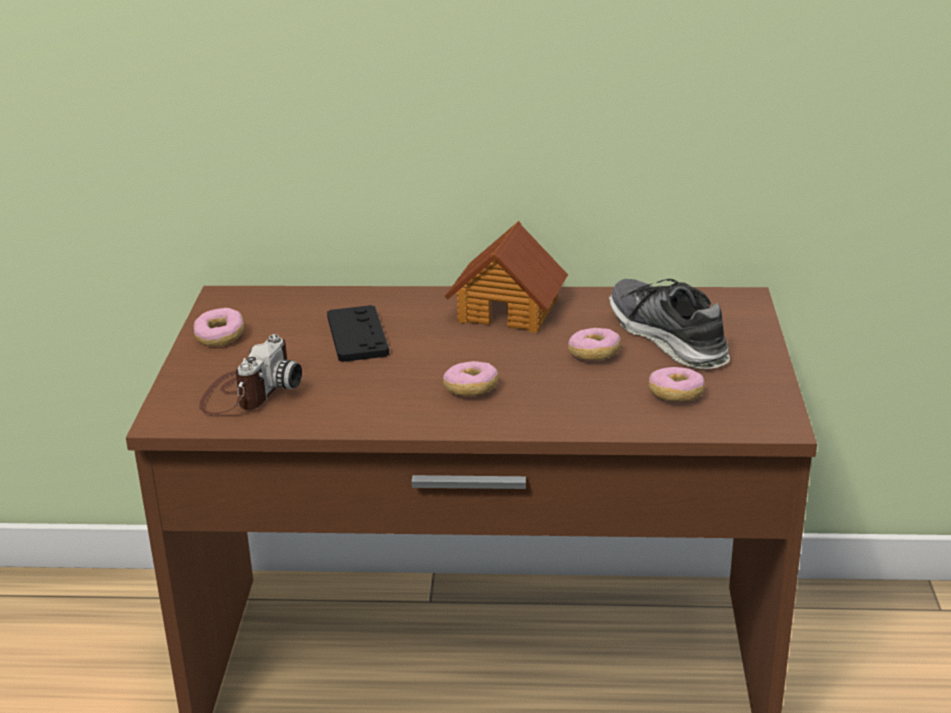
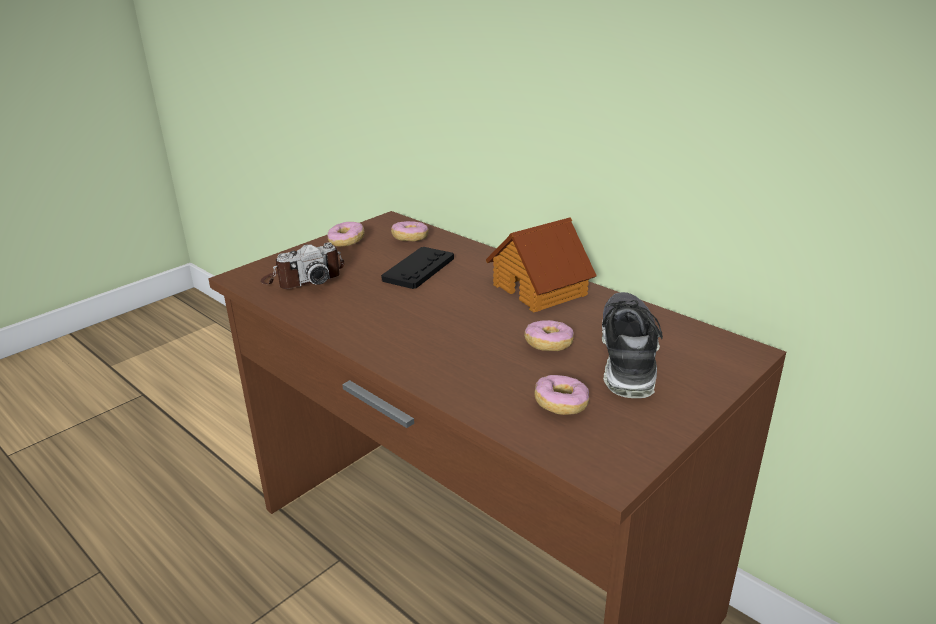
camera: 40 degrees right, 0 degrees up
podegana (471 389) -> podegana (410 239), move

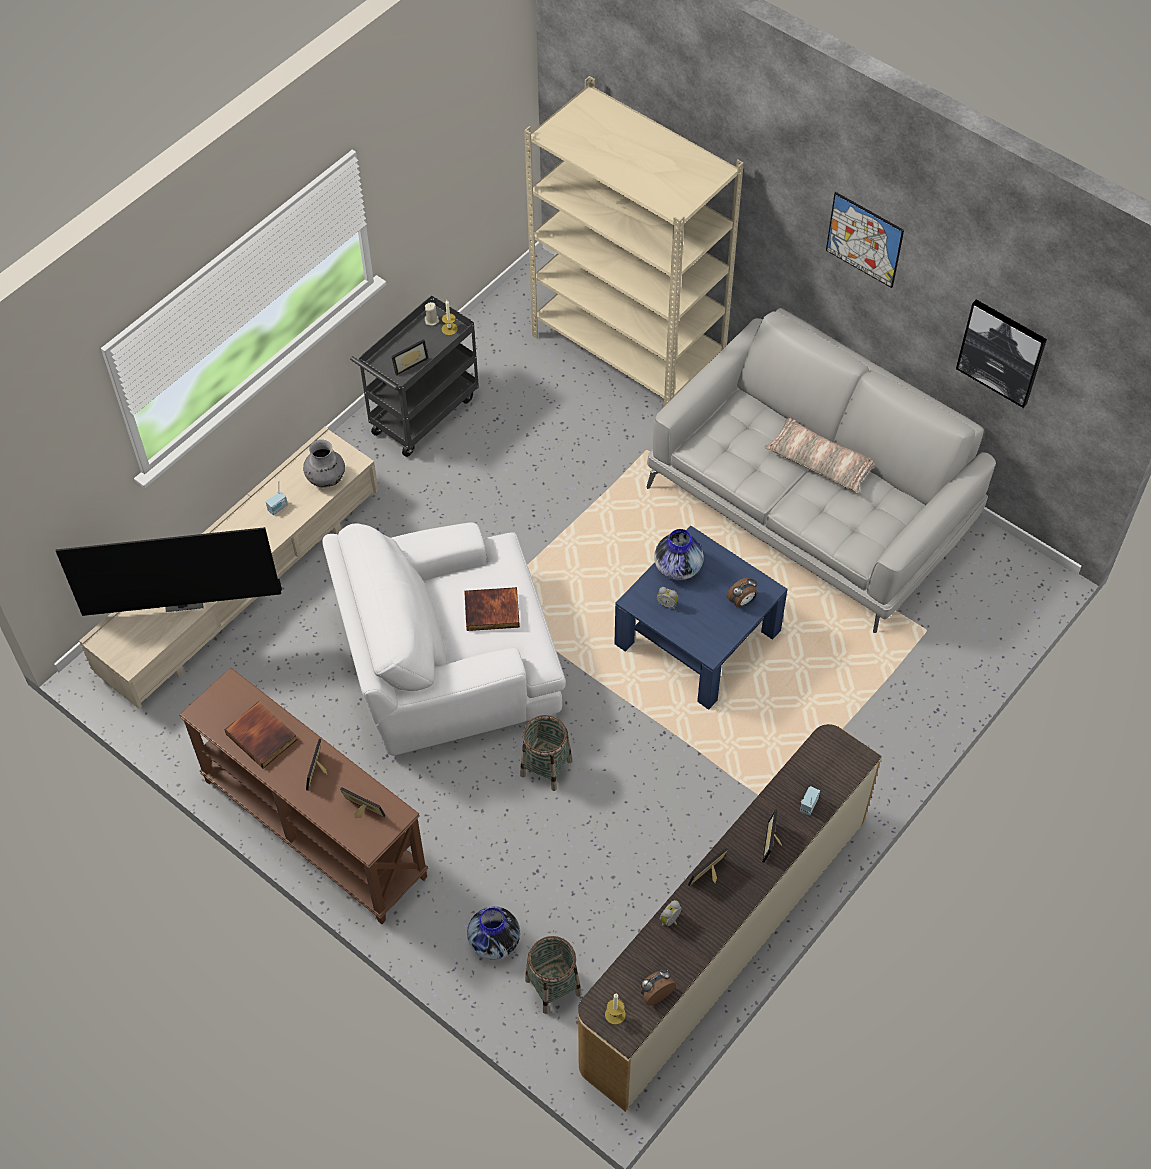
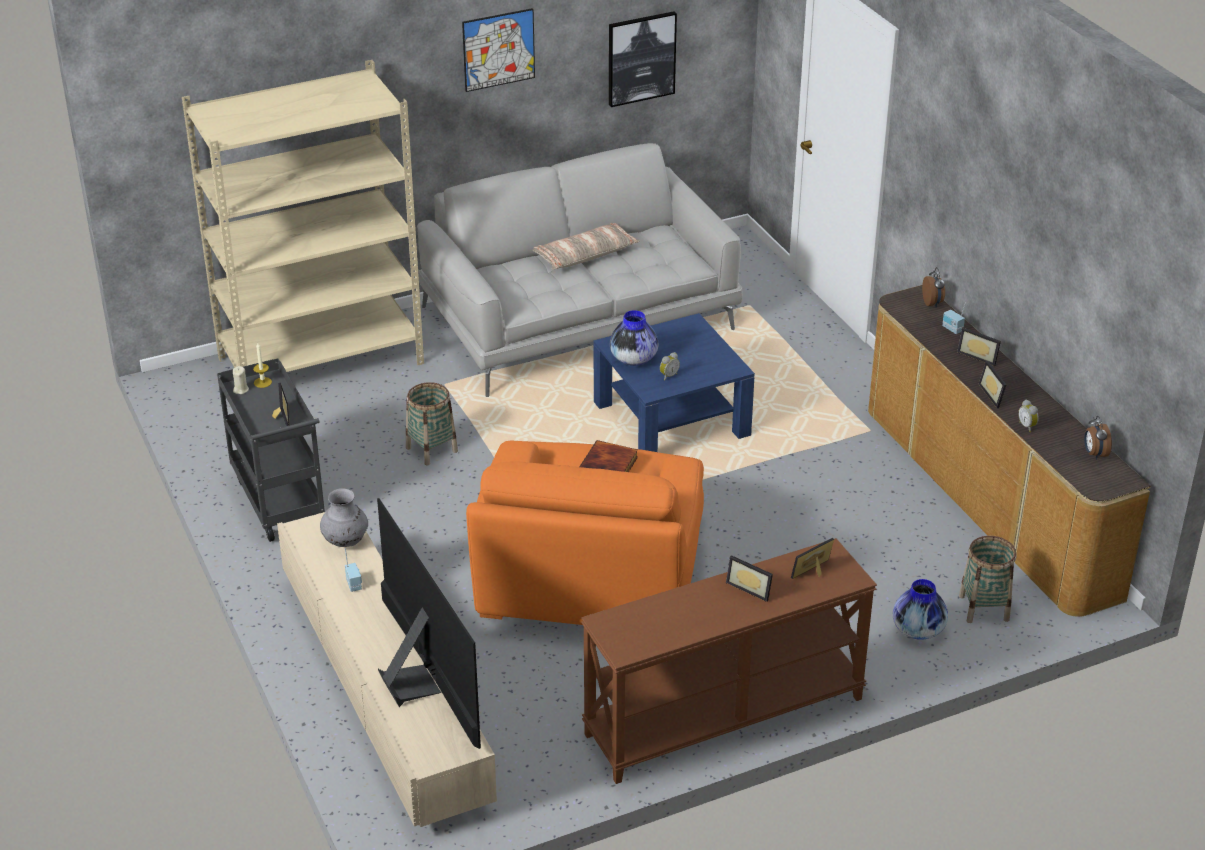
camera: 65 degrees left, 20 degrees down
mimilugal (184 599) -> mimilugal (418 683), 45 degrees counterclockwise
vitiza (263 736) -> none
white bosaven (448 663) -> orange bosaven (591 572)
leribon (546 768) -> leribon (431 449), move
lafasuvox (615 1014) -> none
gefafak (742 602) -> gefafak (932 303), move

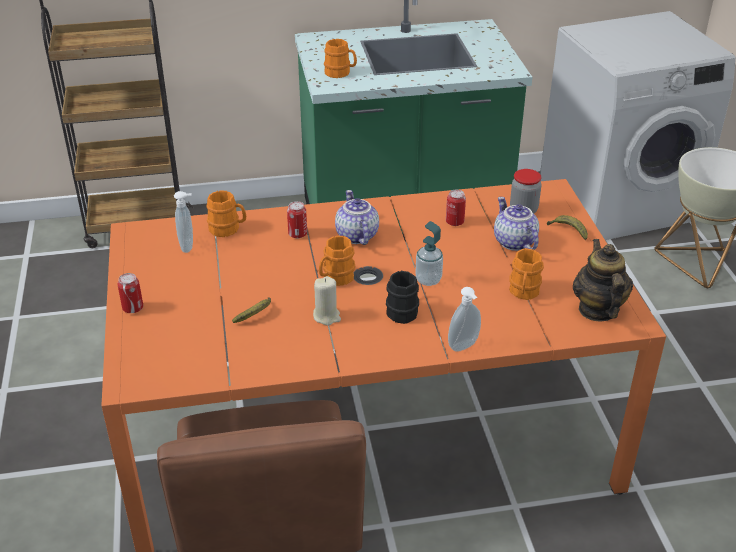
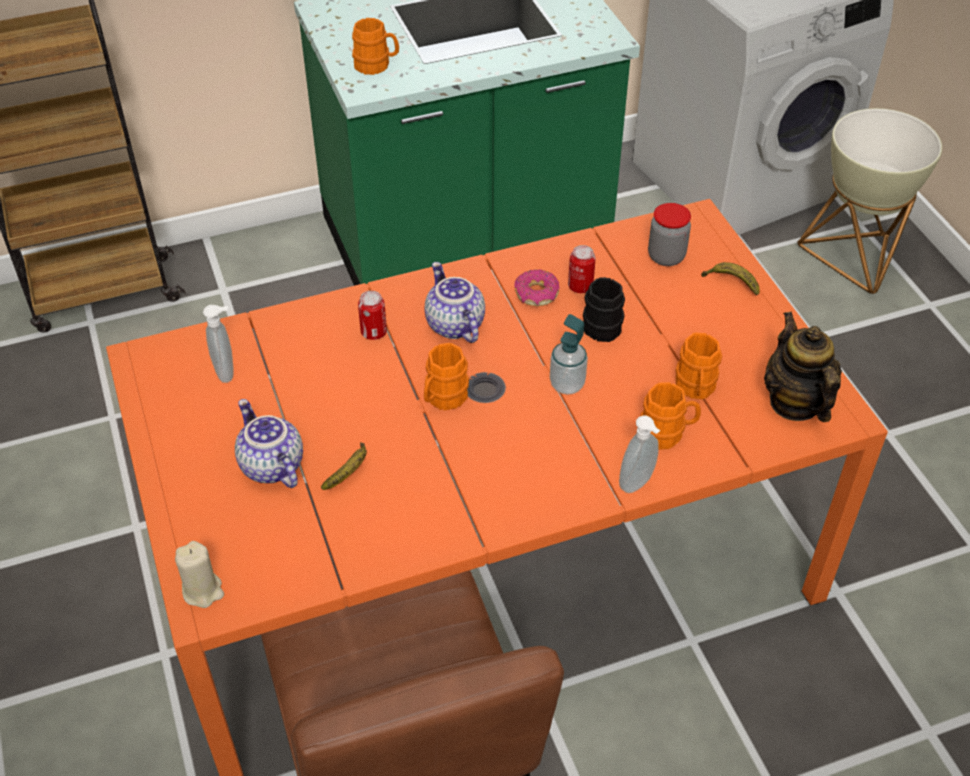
camera: 10 degrees left, 10 degrees up
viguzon (133 308) -> none
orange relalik (228 229) -> orange relalik (667 433), move
beige lafasuvox (327 316) -> beige lafasuvox (203 590), move
black relalik (403 310) -> black relalik (602 323), move
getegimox (513 242) -> getegimox (270 466), move
none -> podegana (536 294)

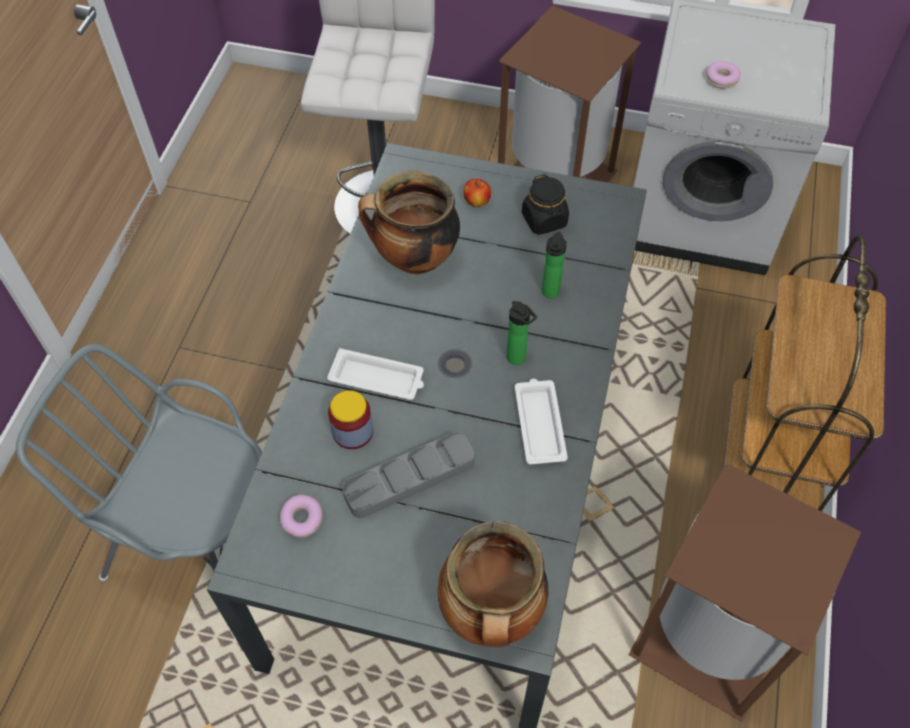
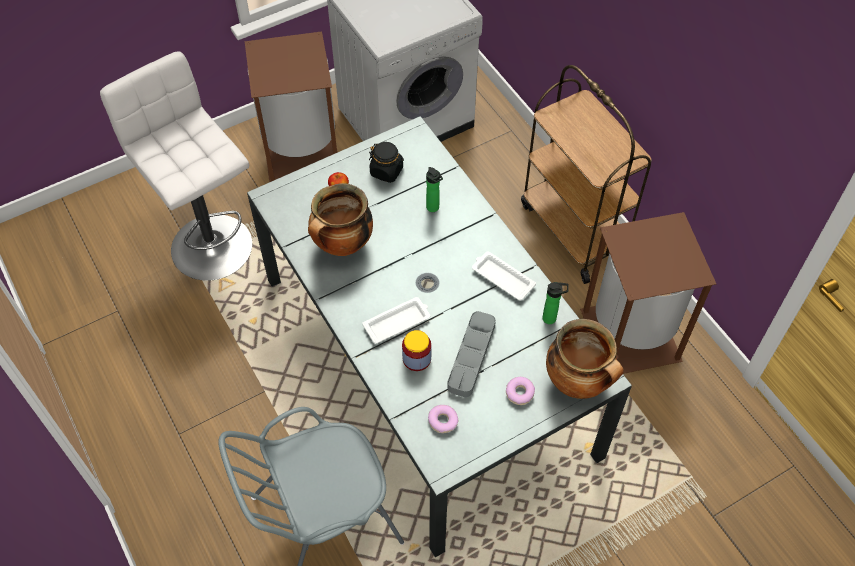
camera: 45 degrees left, 0 degrees up
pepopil (518 359) -> pepopil (551 318), move
podegana (721 79) -> podegana (519 393), move

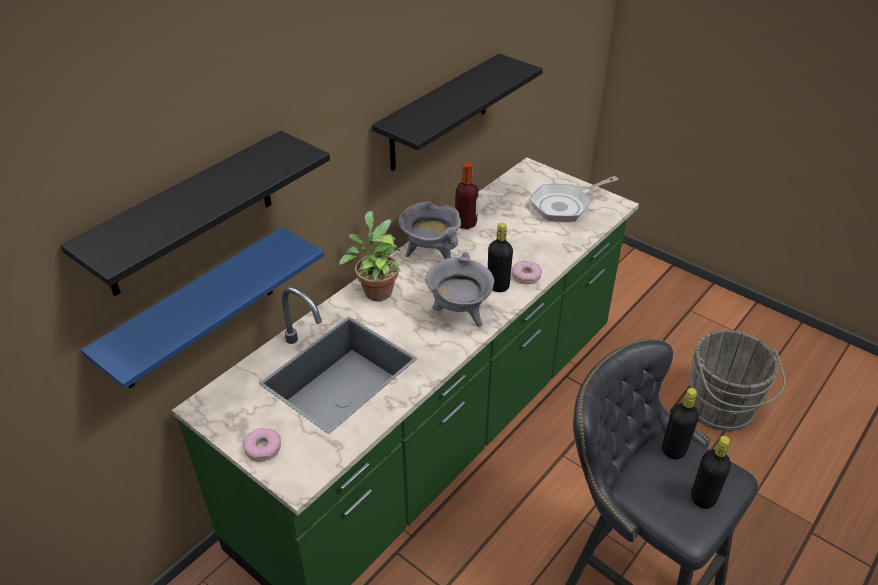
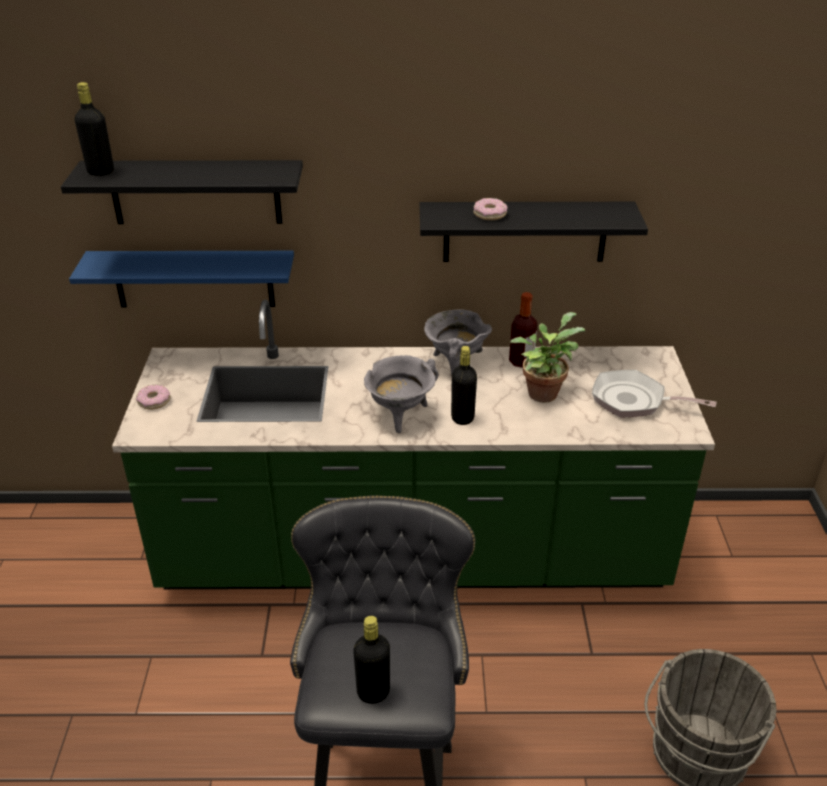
camera: 50 degrees right, 5 degrees down
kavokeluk (376 290) -> kavokeluk (543 391), move
podegana (526 276) -> podegana (490 214), move
black pepopil (673 450) -> black pepopil (101 172), move

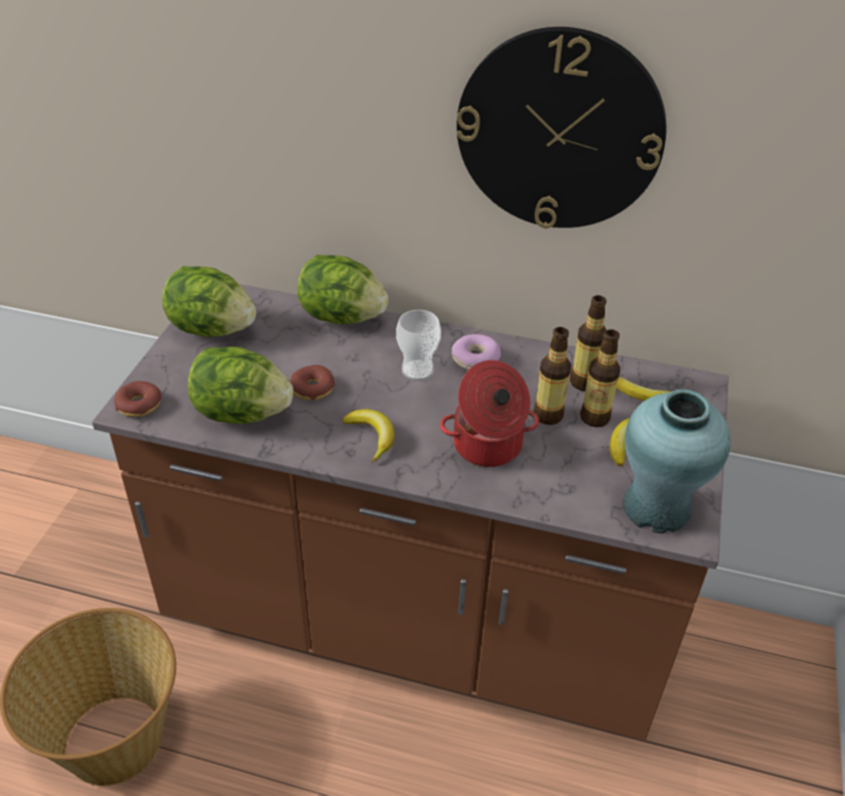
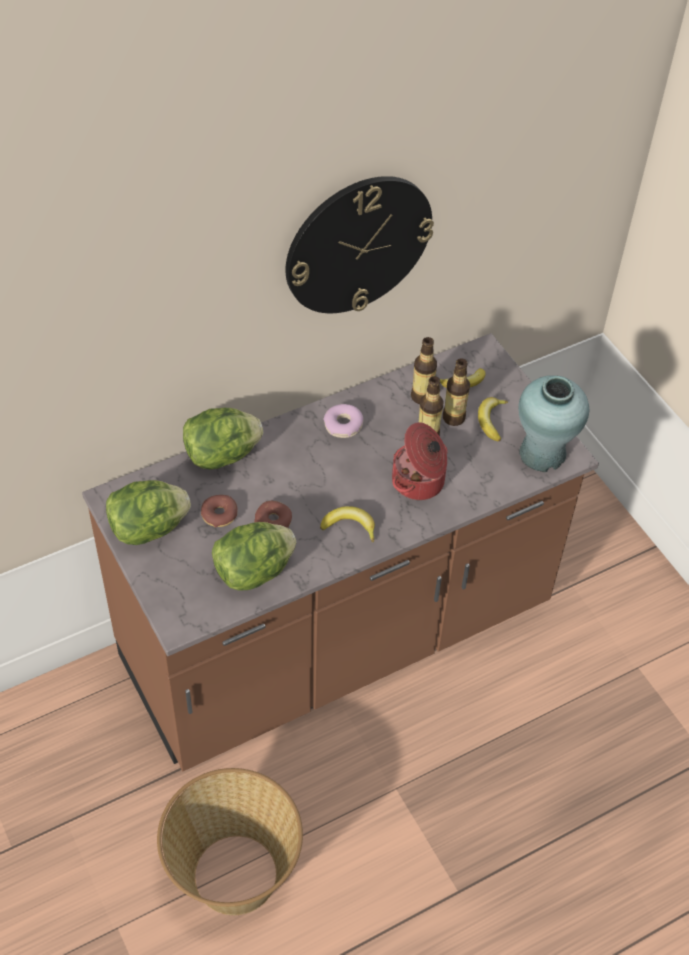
camera: 45 degrees left, 10 degrees up
podegana (139 405) -> podegana (219 515), move
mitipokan (417 370) -> none

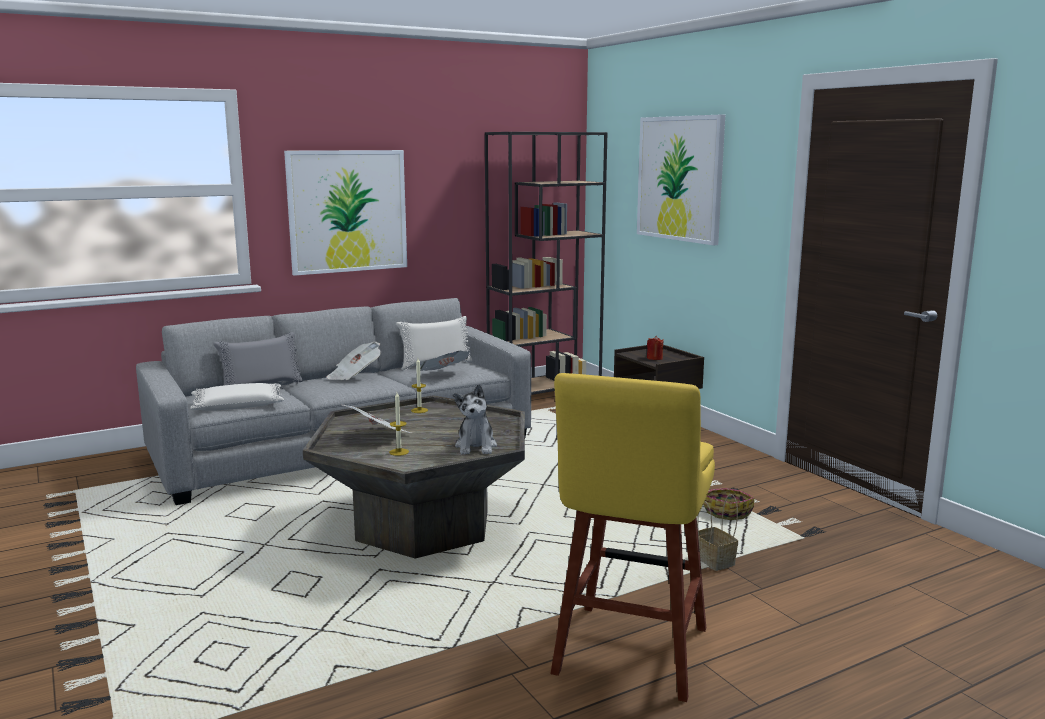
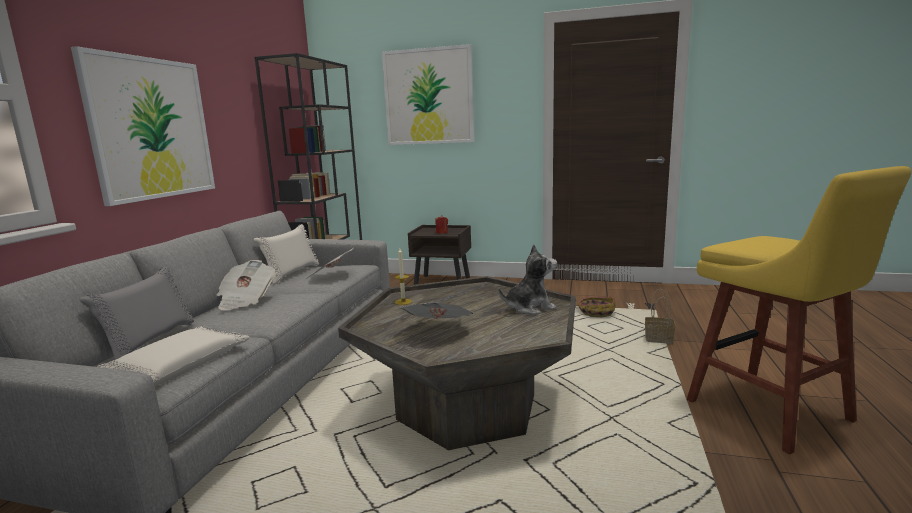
camera: 45 degrees left, 0 degrees up
lafasuvox (399 452) -> none
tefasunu (476 446) -> tefasunu (529 308), 60 degrees counterclockwise

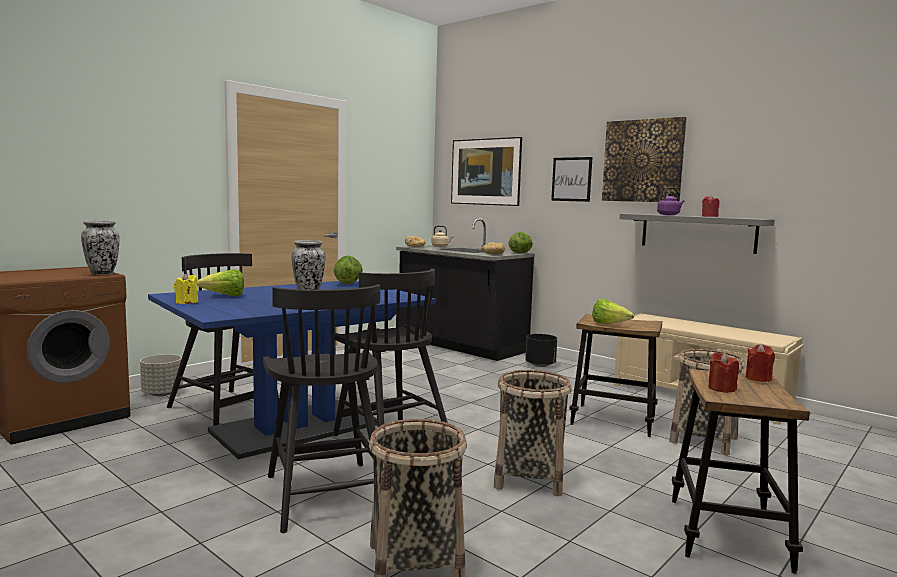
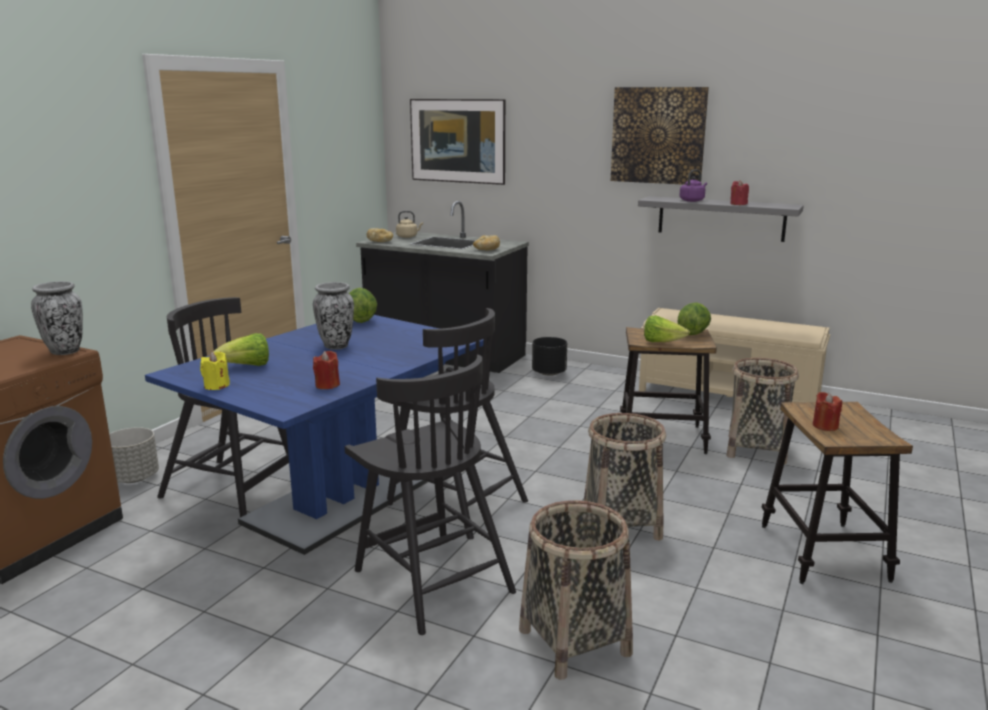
camera: 15 degrees left, 10 degrees up
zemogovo (521 253) -> zemogovo (693 333), move
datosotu (571 179) -> none
red lafasuvox (758 378) -> red lafasuvox (327 385), move

